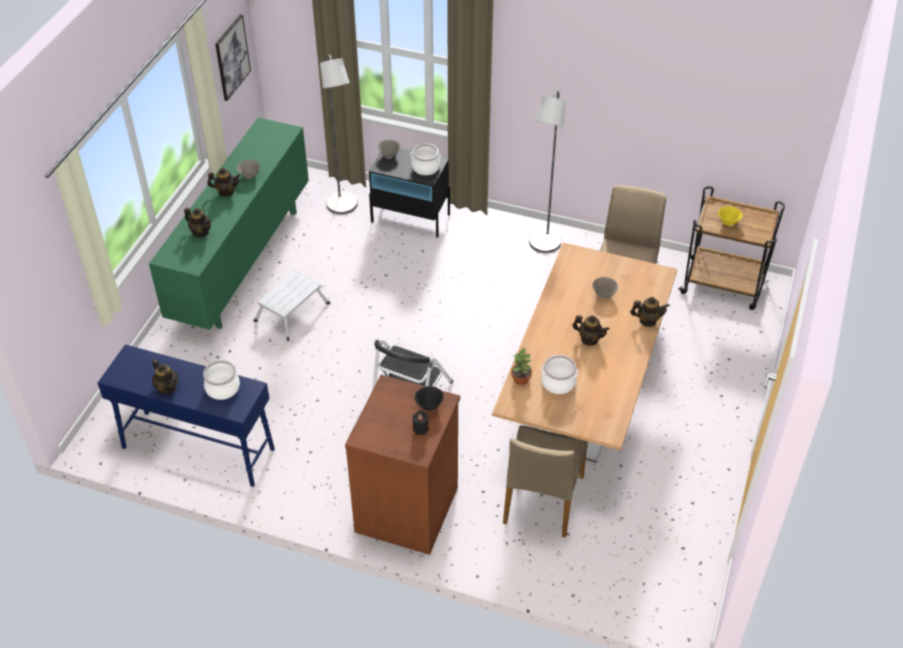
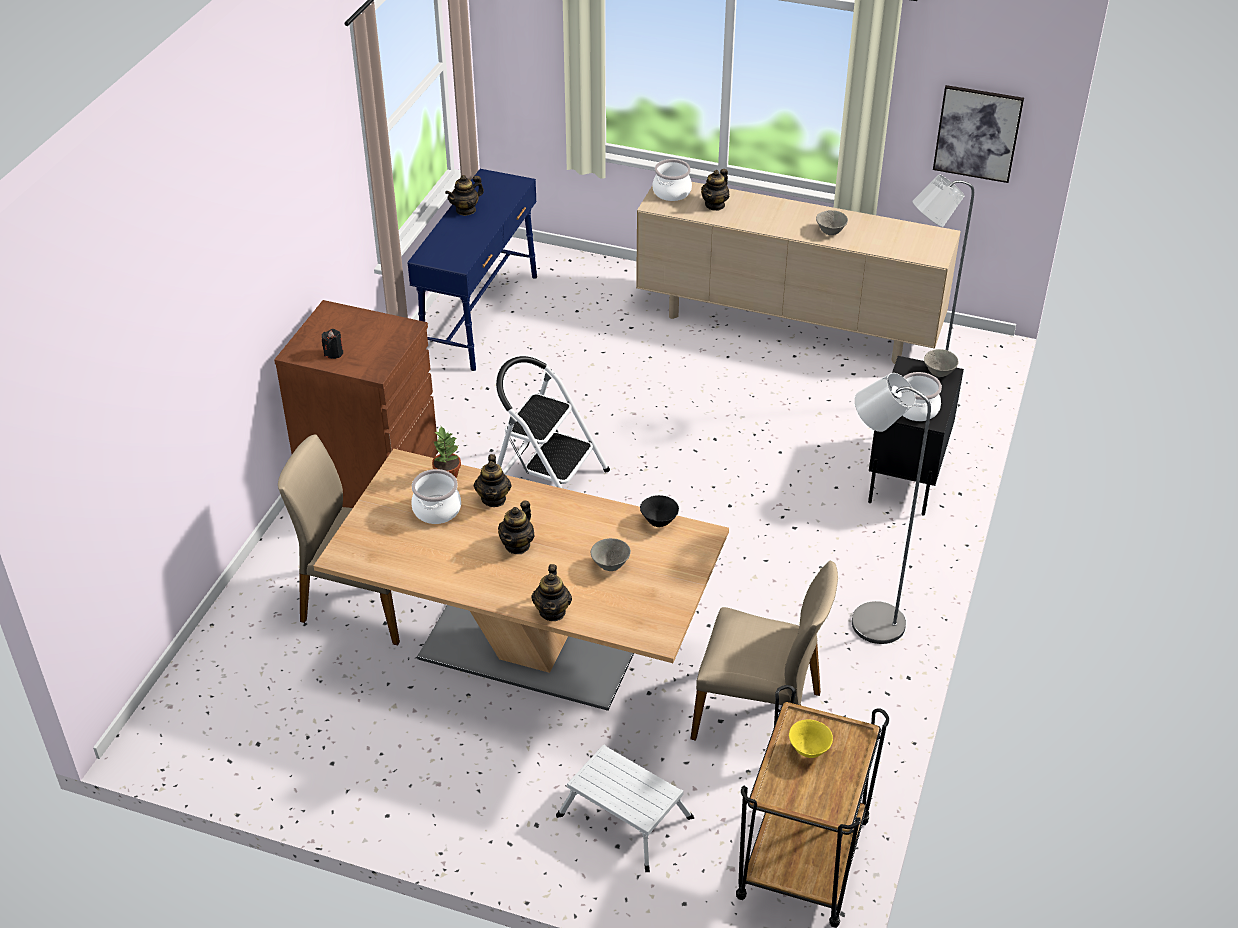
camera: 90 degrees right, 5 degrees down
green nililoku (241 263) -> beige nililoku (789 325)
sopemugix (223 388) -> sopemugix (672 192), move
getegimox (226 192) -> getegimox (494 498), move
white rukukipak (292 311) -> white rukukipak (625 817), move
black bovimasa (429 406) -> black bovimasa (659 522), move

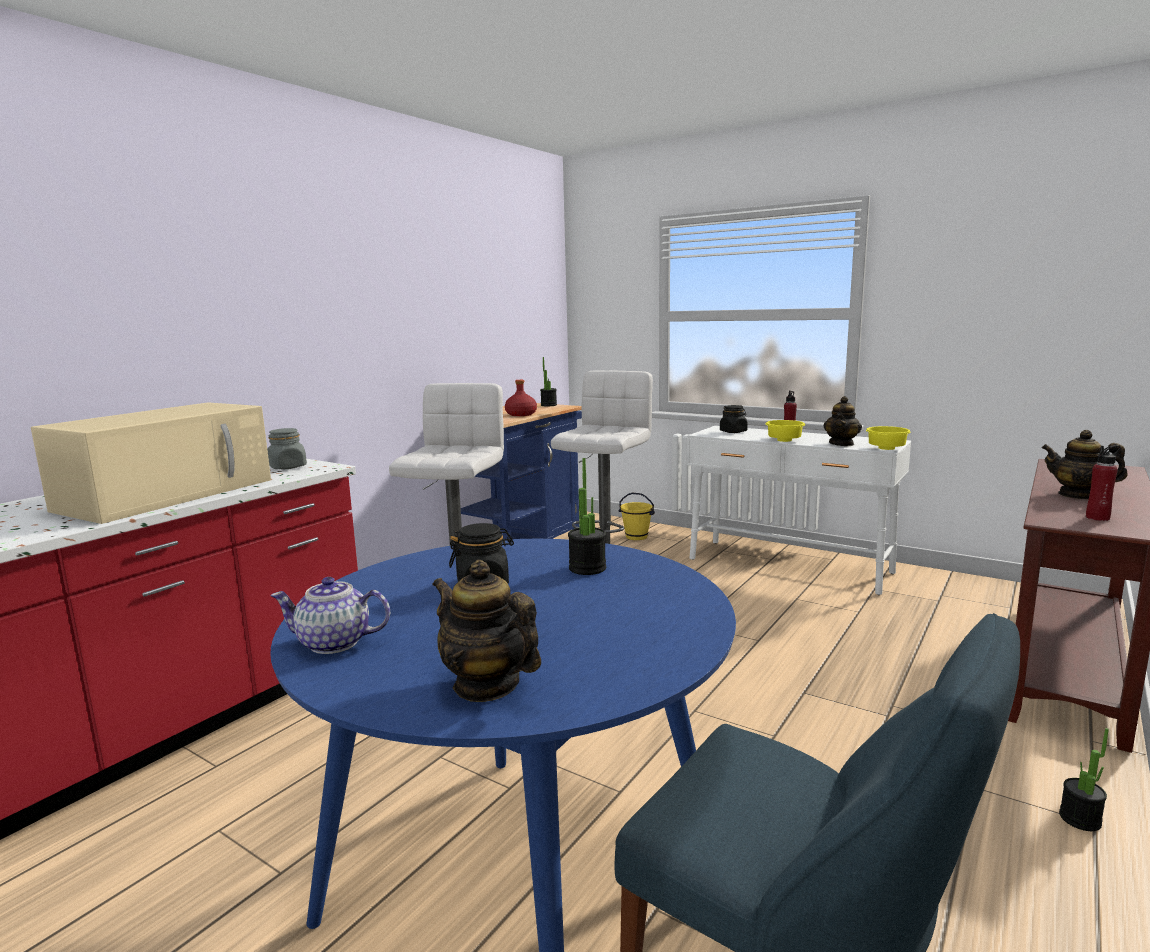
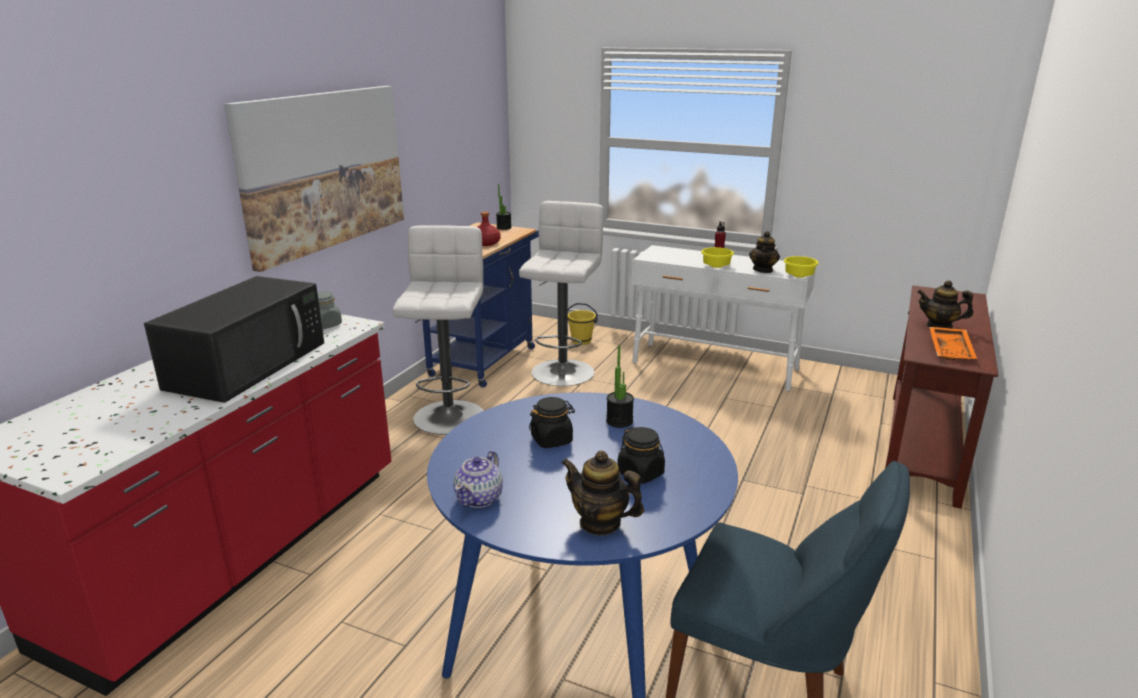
camera: 10 degrees left, 10 degrees up
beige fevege (170 494) -> black fevege (249 364)
getegimox (335 643) -> getegimox (480 498), 60 degrees counterclockwise
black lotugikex (733 432) -> black lotugikex (641 473), move
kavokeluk (1080 819) -> none
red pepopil (1097 518) -> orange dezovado (951 351)
none -> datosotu (324 170)

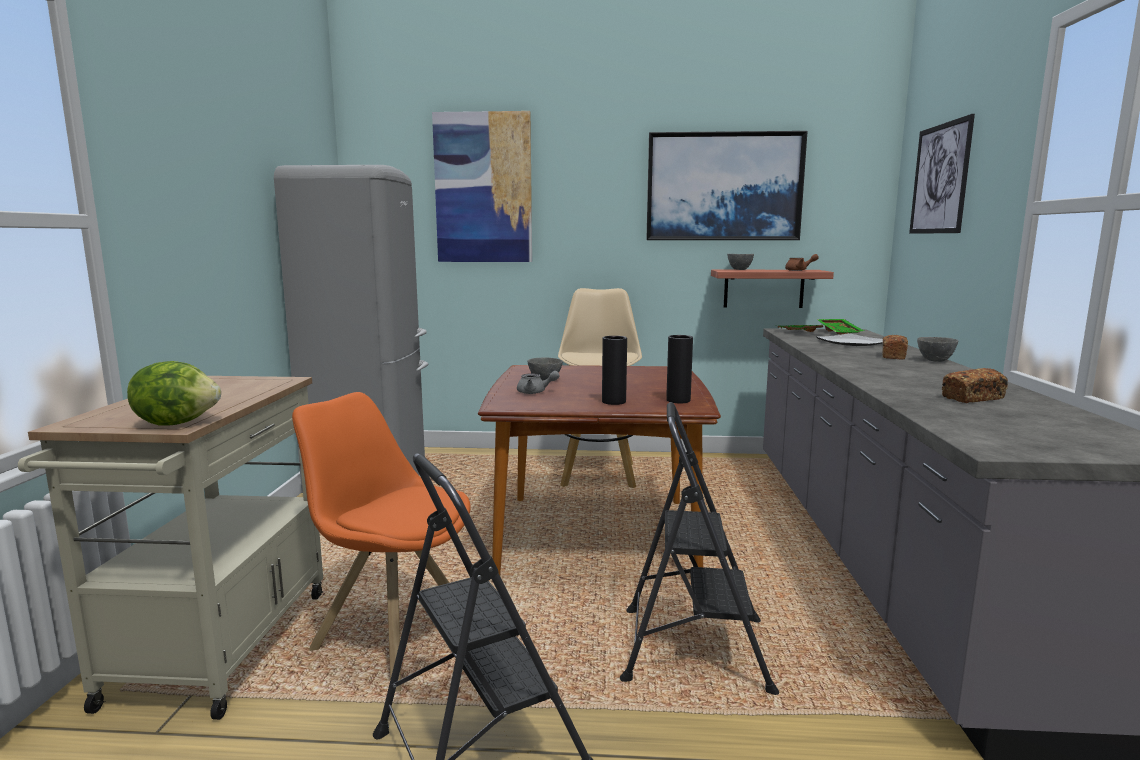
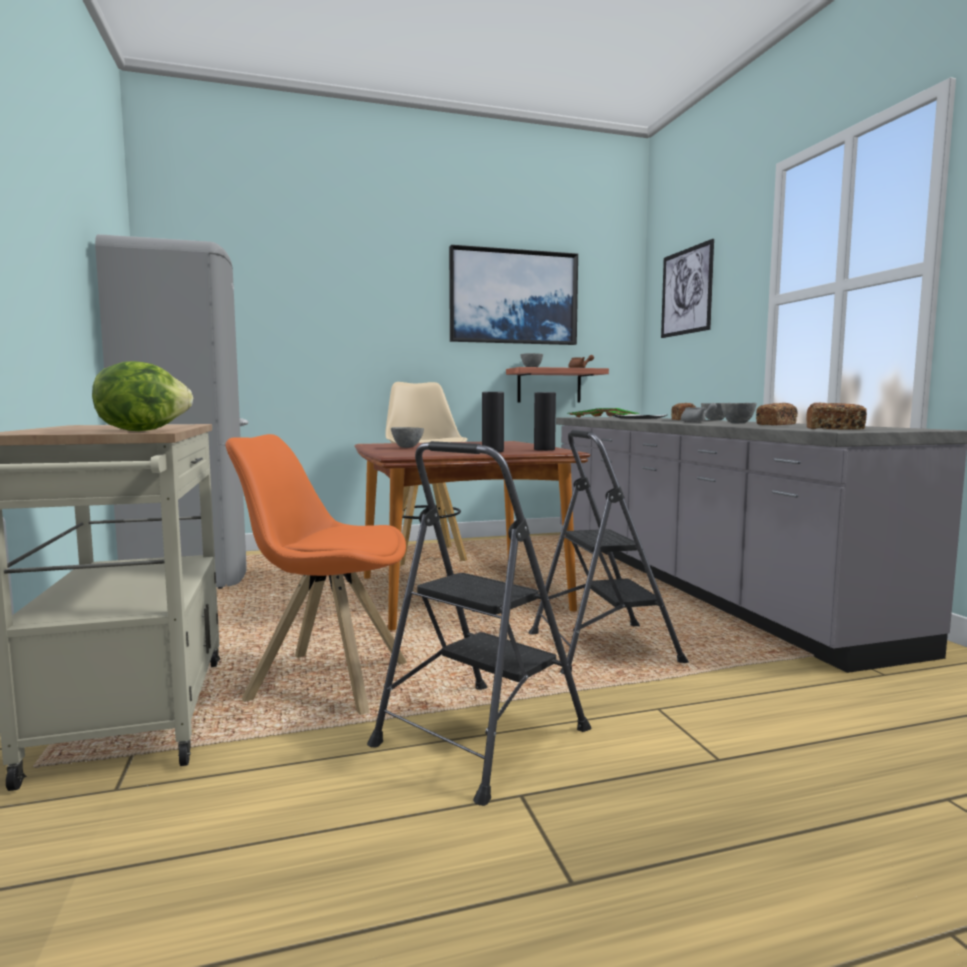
camera: 20 degrees left, 5 degrees down
datosotu (483 188) -> none
grey getegimox (535 392) -> grey getegimox (697 421), move
none -> grey bovimasa (738 423)
none -> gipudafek (834 429)

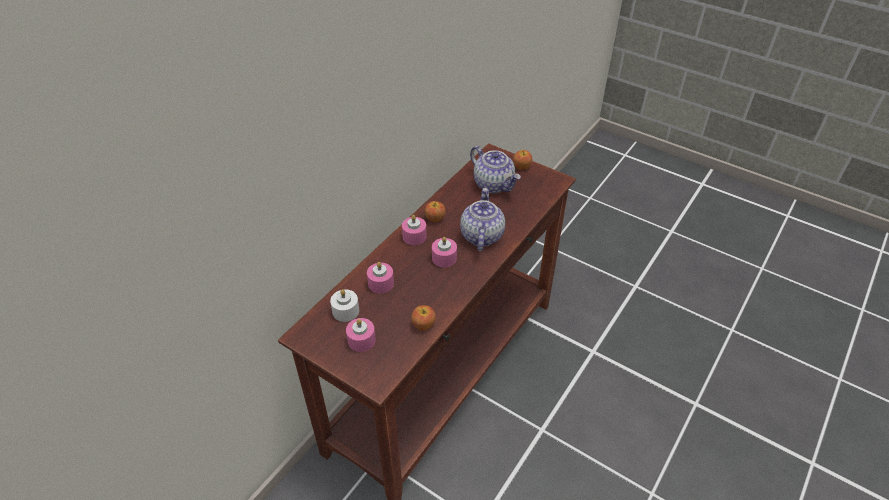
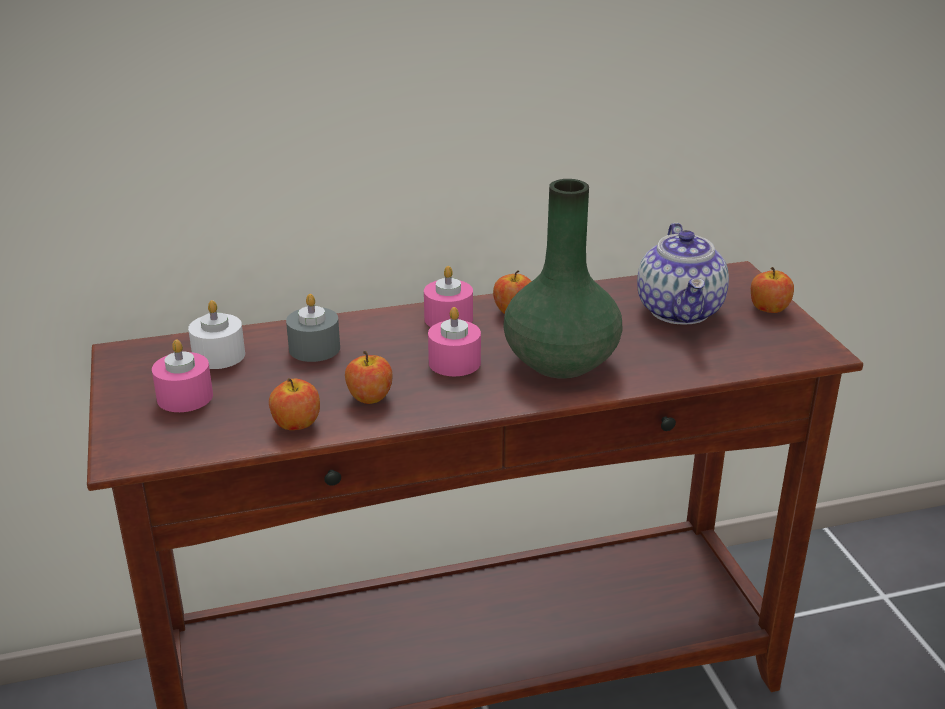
camera: 40 degrees right, 15 degrees down
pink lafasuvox (381 283) -> grey lafasuvox (314 348)
getegimox (481 235) -> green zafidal (559 362)
none -> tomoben (369 397)

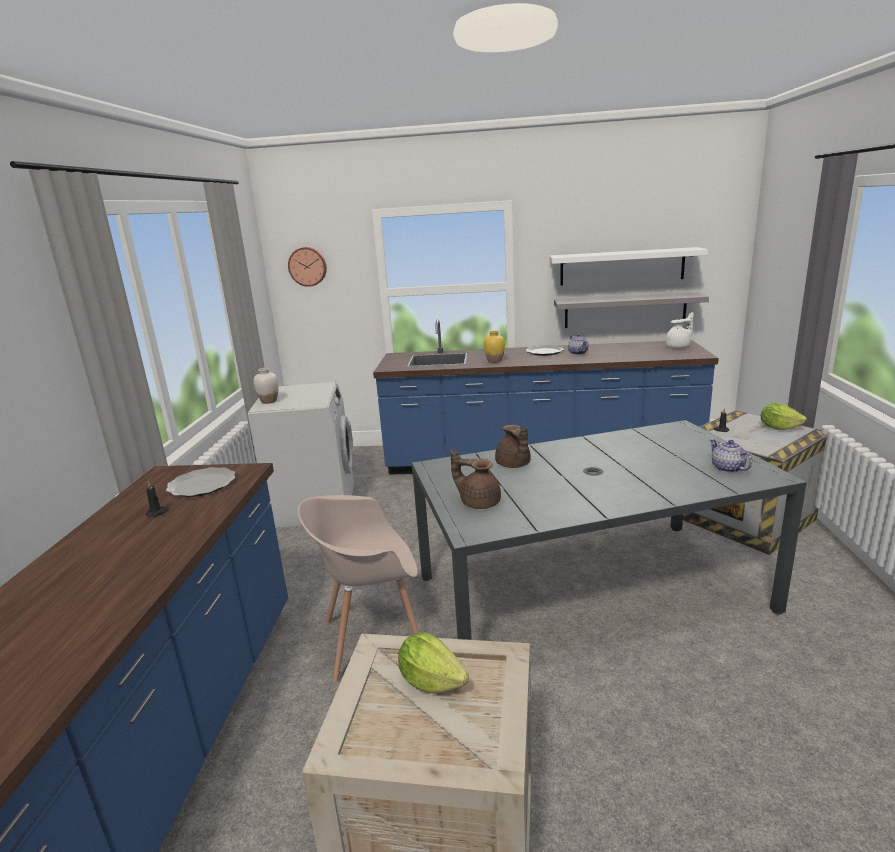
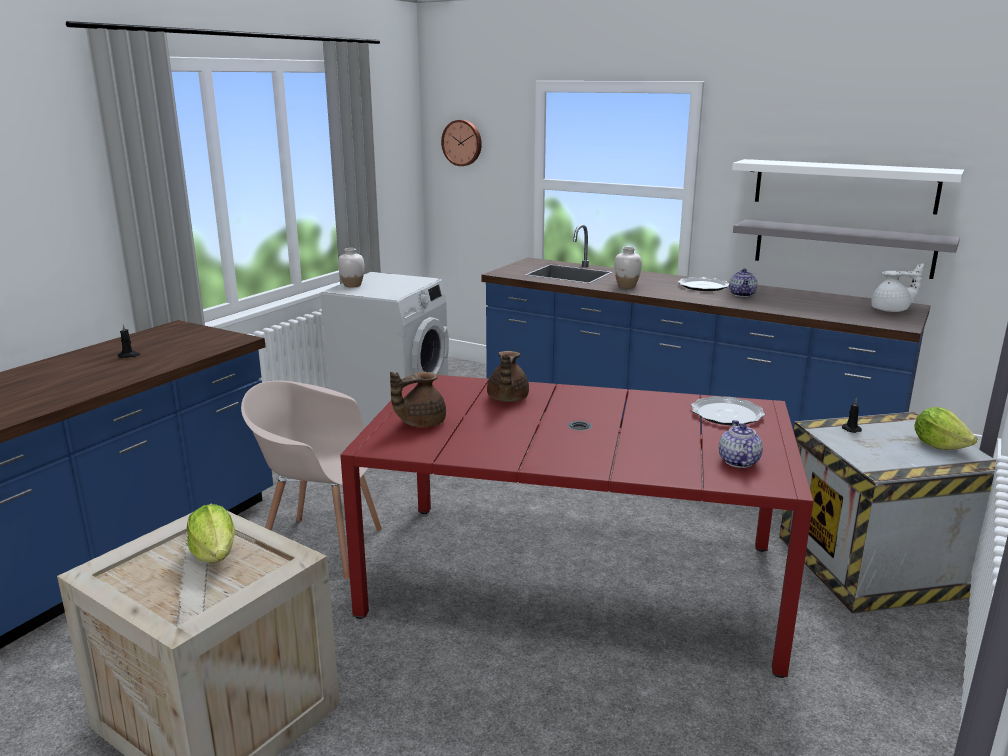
camera: 25 degrees right, 0 degrees up
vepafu (202 485) -> vepafu (727 414), move
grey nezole (590 594) -> red nezole (574 580)
brown getegimox (478 502) -> brown getegimox (420 423), 90 degrees counterclockwise
yellow zafidal (494 361) -> white zafidal (626 286)

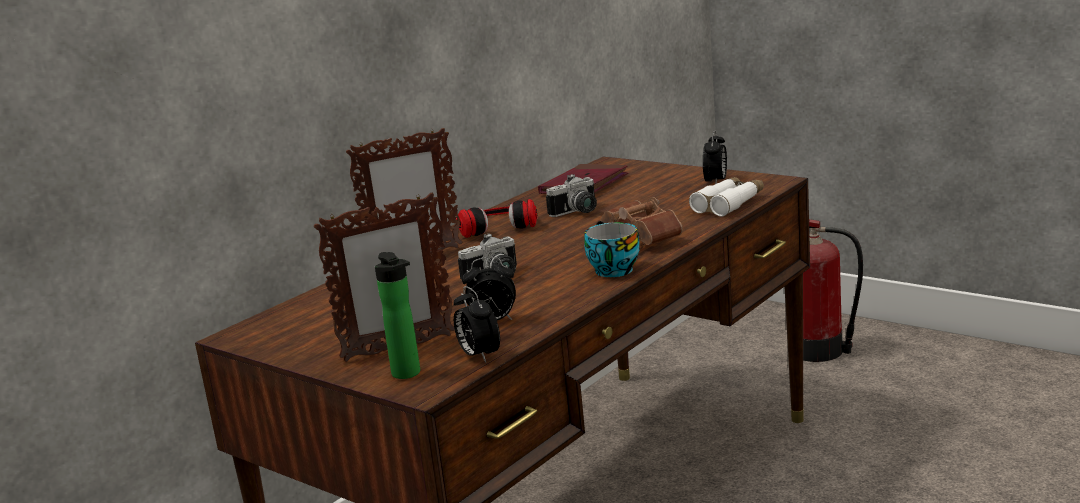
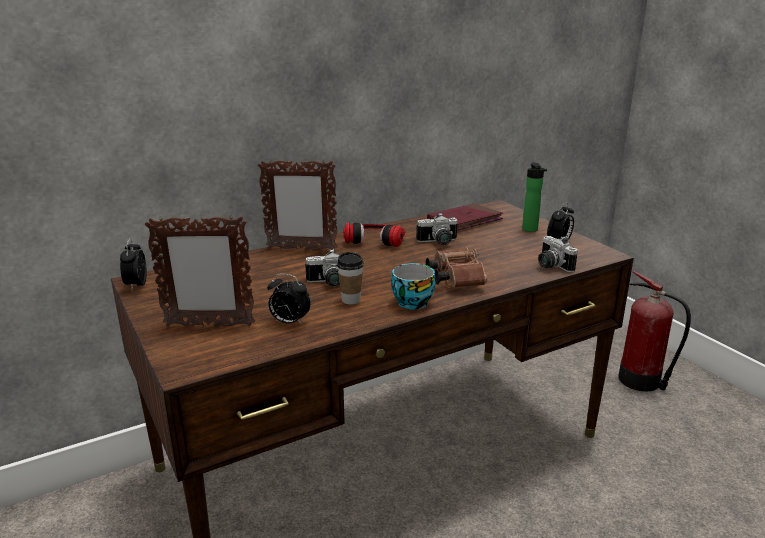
camera: 20 degrees right, 5 degrees up
pepopil (408 374) -> pepopil (531 230), move
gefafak (479 356) -> gefafak (136 285), move
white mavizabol (729 204) -> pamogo (551 265)
none -> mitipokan (351 300)

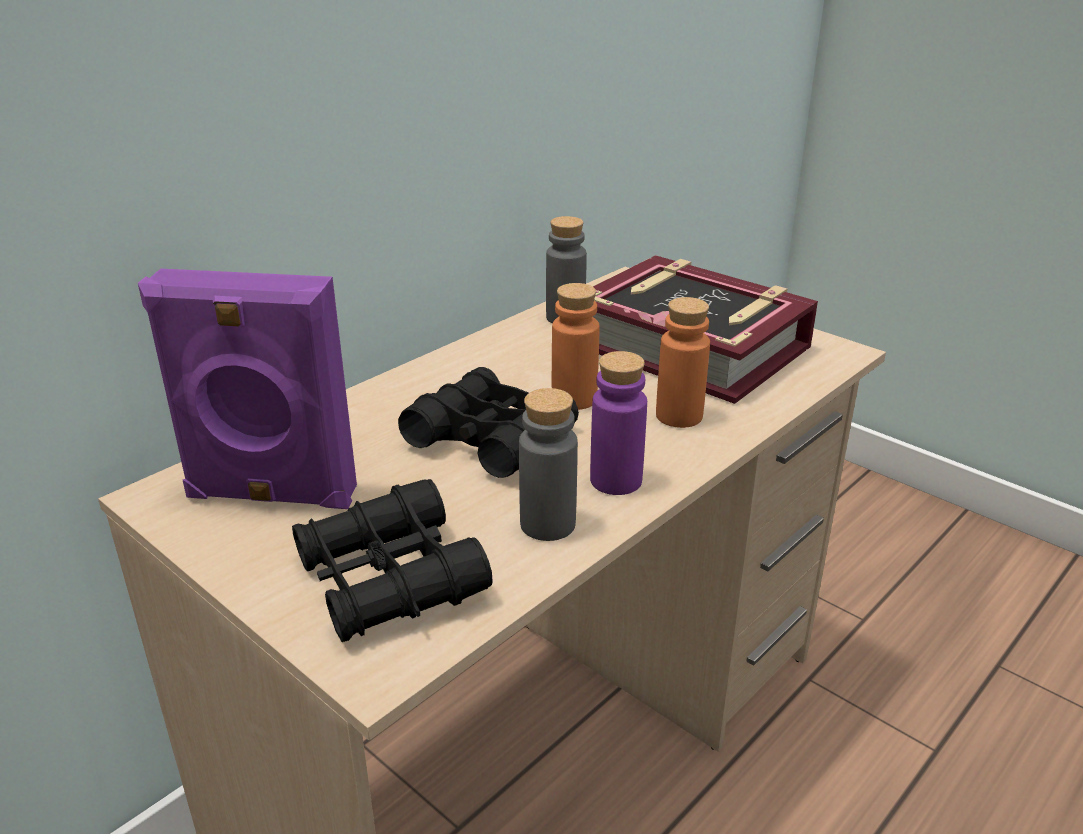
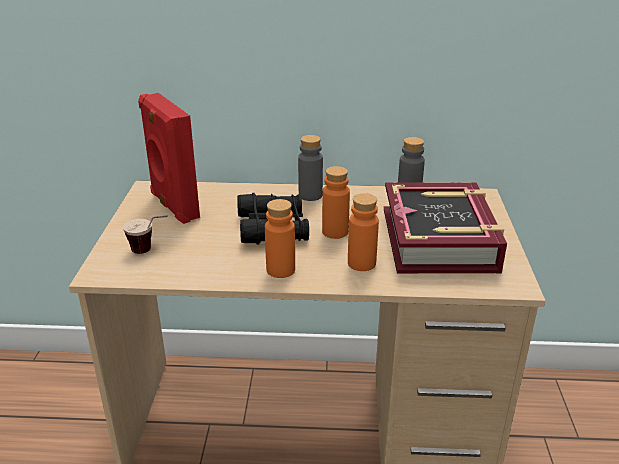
camera: 50 degrees right, 0 degrees up
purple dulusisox (270 496) -> red dulusisox (173 206)
black mavizabol (389 579) -> mitipokan (150 252)
grey pepopil (547 524) -> grey pepopil (310 195), move
purple pepopil (616 480) -> orange pepopil (280 270)

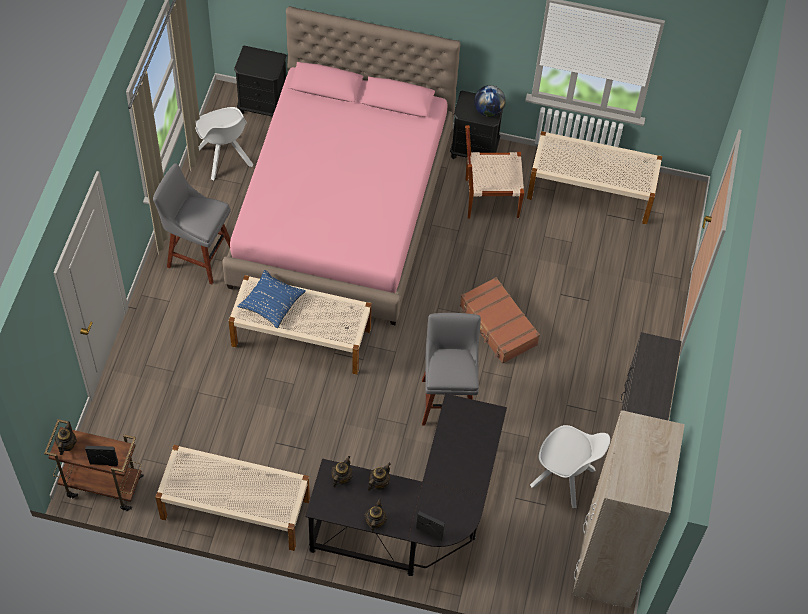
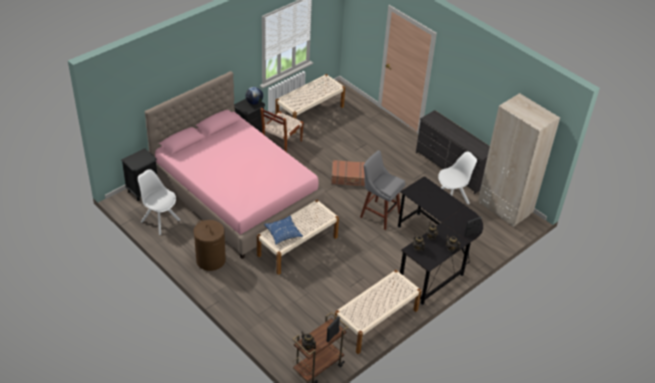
camera: 55 degrees left, 15 degrees down
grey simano (198 256) -> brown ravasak (210 260)
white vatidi (224 158) -> white vatidi (160 220), 150 degrees counterclockwise

